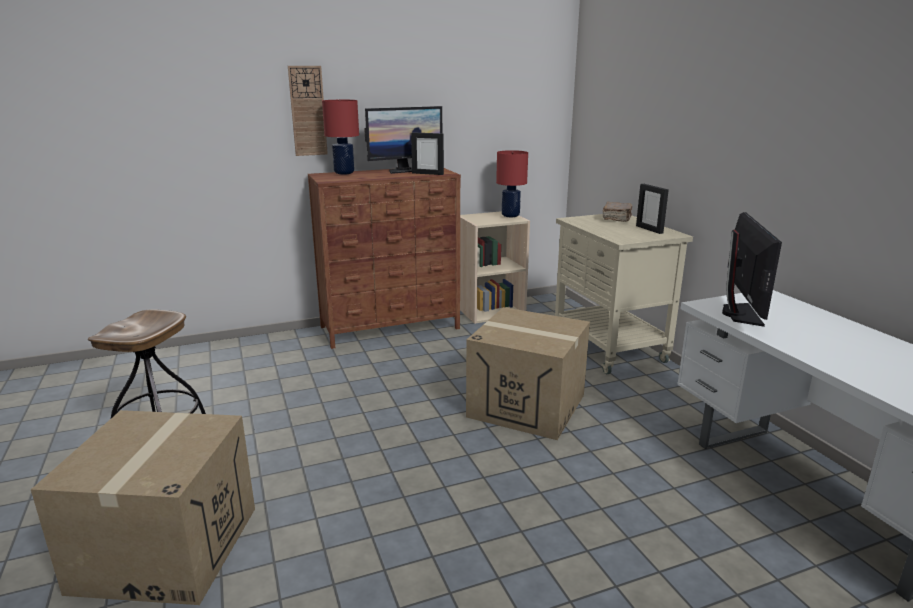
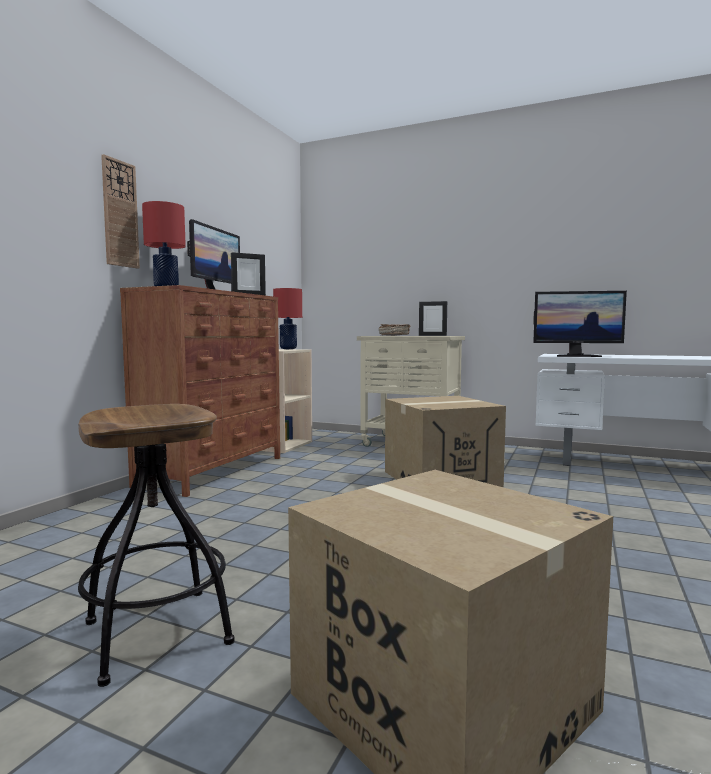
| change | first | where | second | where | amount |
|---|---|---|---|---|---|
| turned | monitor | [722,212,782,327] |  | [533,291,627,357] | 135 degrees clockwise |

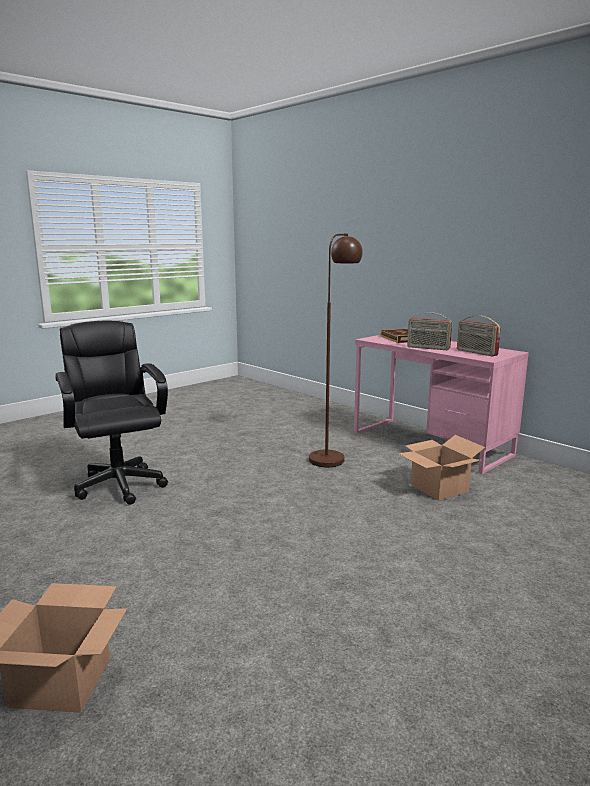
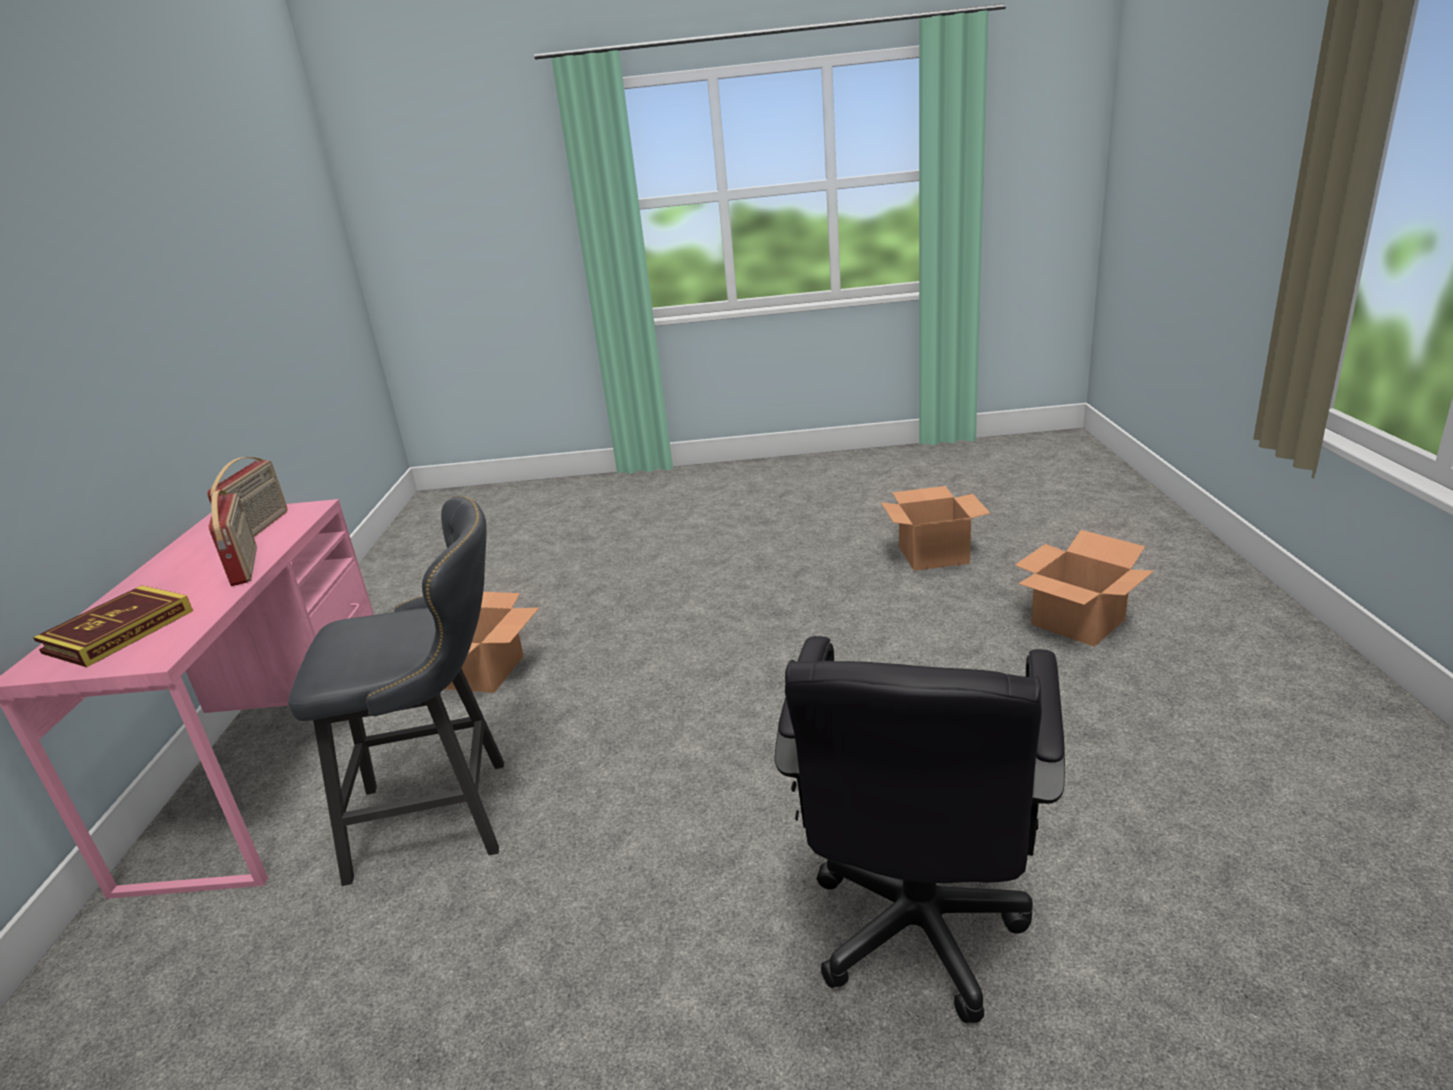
| change | first | where | second | where | amount |
|---|---|---|---|---|---|
| replaced | lampa stojąca/brązowy | [309,234,362,467] | stołek/szary | [288,496,504,886] |  |
| added |  |  | karton | [881,486,991,571] |  |

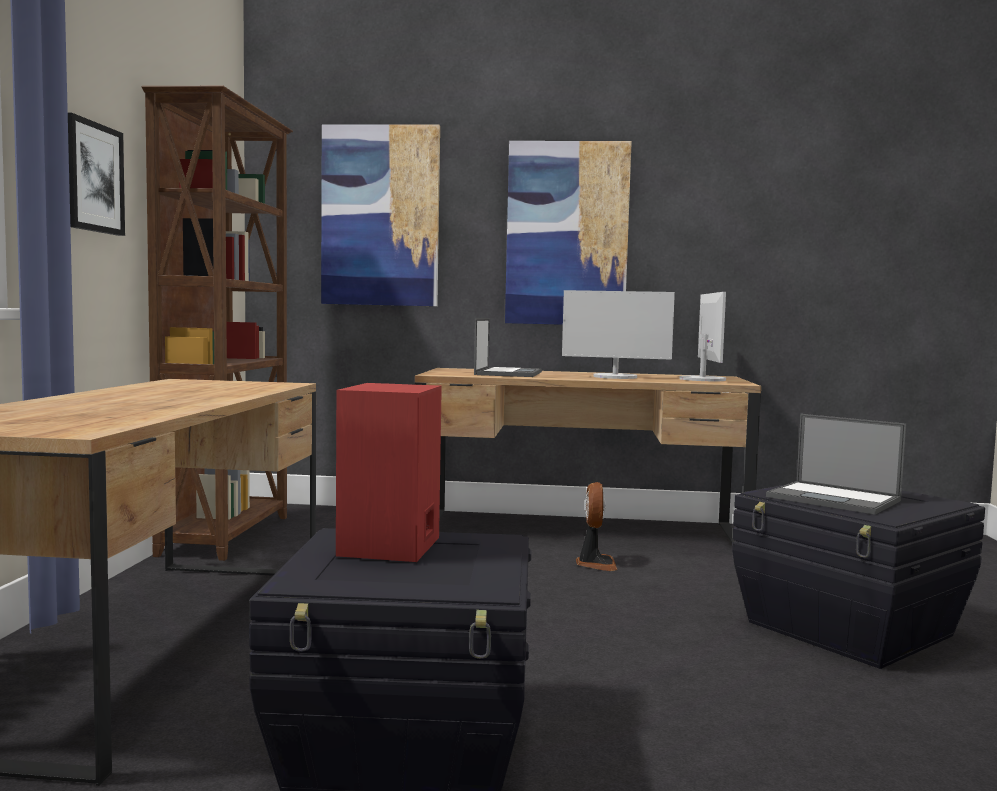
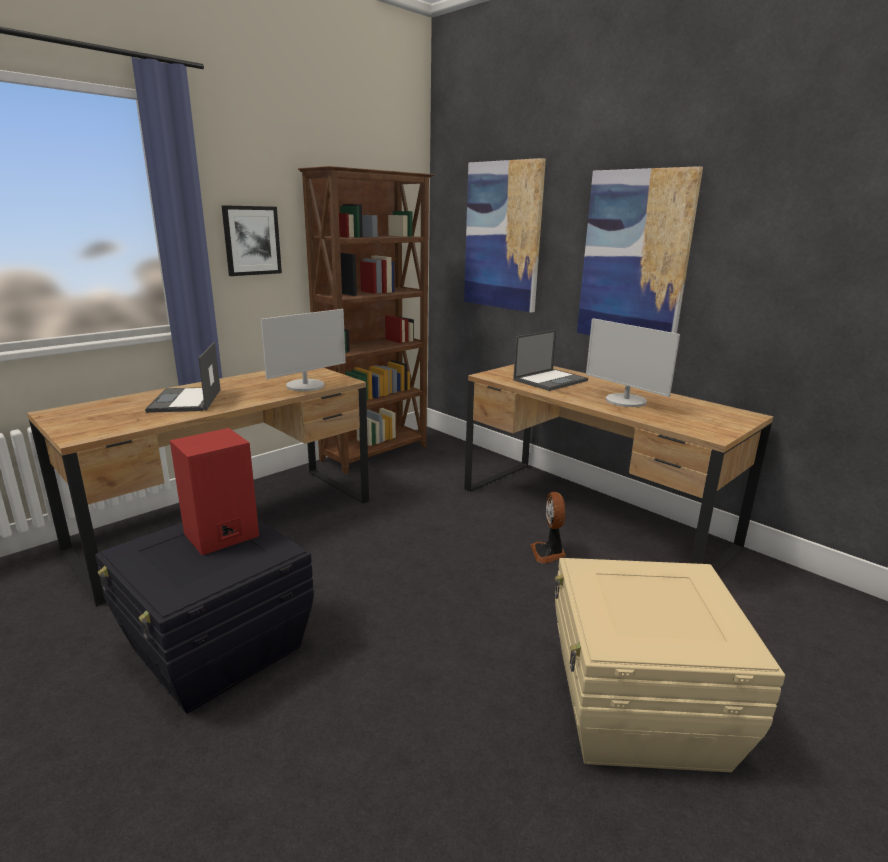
| change | first | where | second | where | amount |
|---|---|---|---|---|---|
| turned | wentylator | [576,482,617,571] |  | [531,492,566,563] | 135 degrees clockwise |
| moved | monitor | [679,292,726,381] |  | [261,309,346,391] |  |
| recoloured | pojemnik do przechowywania/czarny | [732,485,985,669] | pojemnik do przechowywania/beżowy | [555,558,785,772] |  |
| moved | laptop | [766,414,906,515] |  | [145,342,221,413] |  |

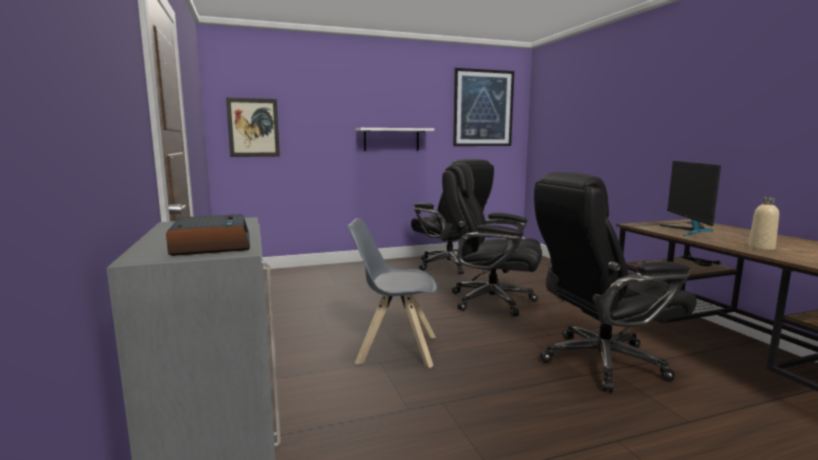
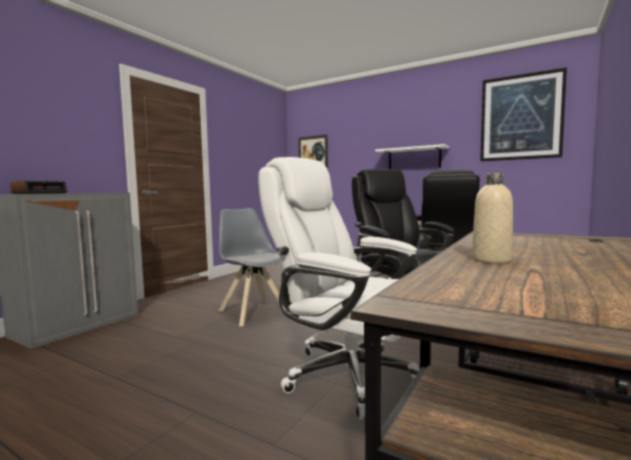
| change | first | where | second | where | amount |
|---|---|---|---|---|---|
| recoloured | krzesło biurowe/czarny | [534,172,697,393] | krzesło biurowe/biały | [258,157,420,419] |  |
| removed | monitor | [660,161,721,236] |  |  |  |

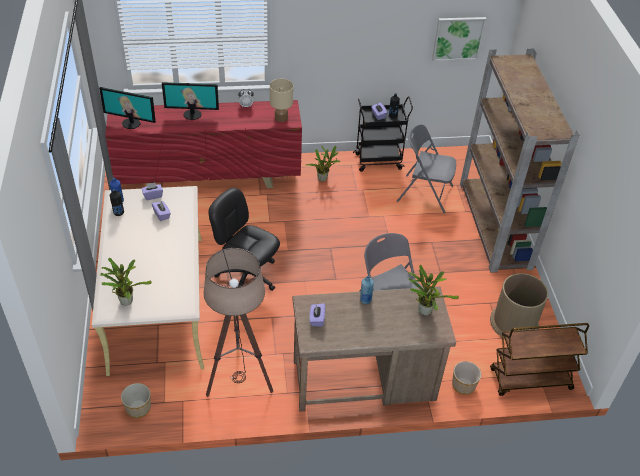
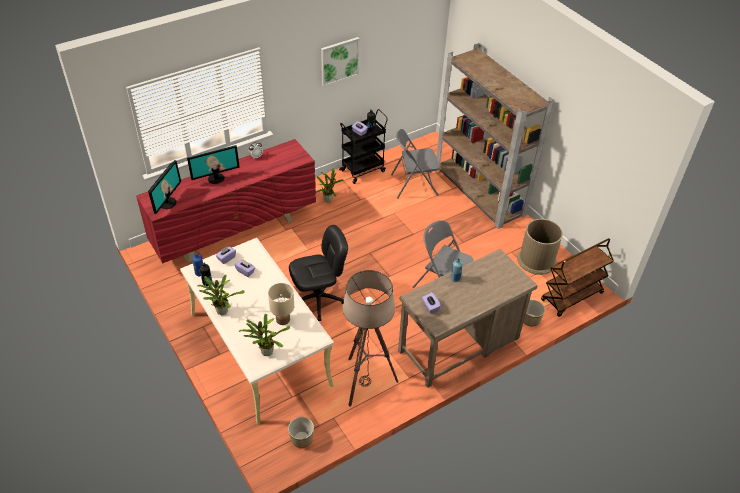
| change | first | where | second | where | amount |
|---|---|---|---|---|---|
| turned | monitor | [99,87,156,129] |  | [148,160,181,214] | 60 degrees counterclockwise |
| turned | krzesło biurowe/czarny | [208,188,280,291] |  | [289,225,348,321] | 150 degrees clockwise |
| moved | lampa stołowa/beżowy | [270,79,293,122] |  | [268,283,294,325] |  |
| moved | roślina doniczkowa | [408,265,459,315] |  | [198,275,245,315] |  |
| moved | obraz | [432,17,486,62] |  | [321,37,360,87] |  |

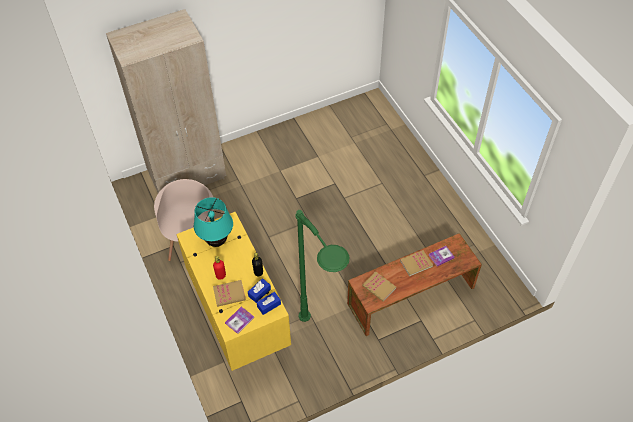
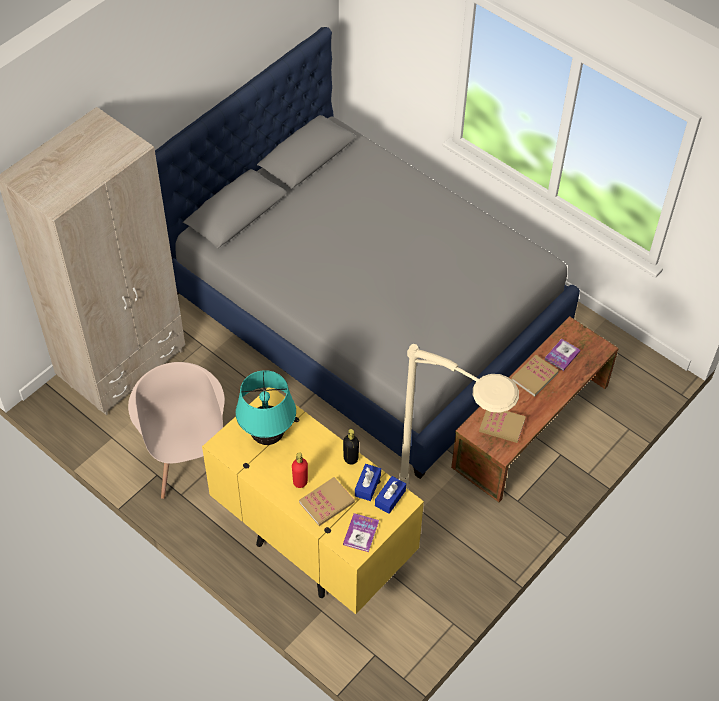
| change | first | where | second | where | amount |
|---|---|---|---|---|---|
| recoloured | lampa stojąca/zielony | [295,210,349,322] | lampa stojąca/beżowy | [399,344,519,490] |  |
| added |  |  | łóżko/szary | [155,27,580,479] |  |

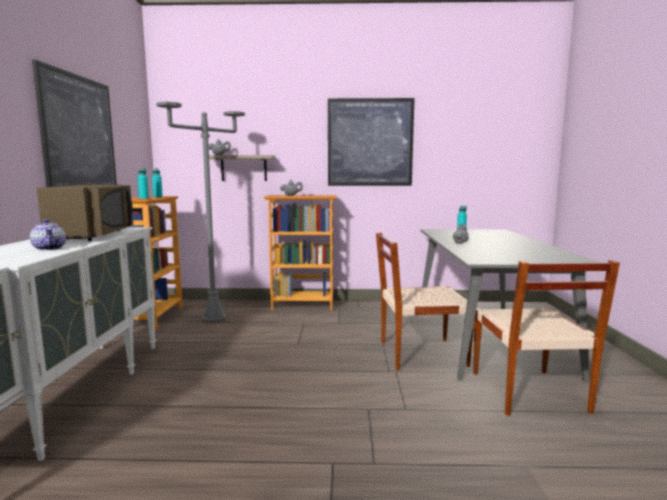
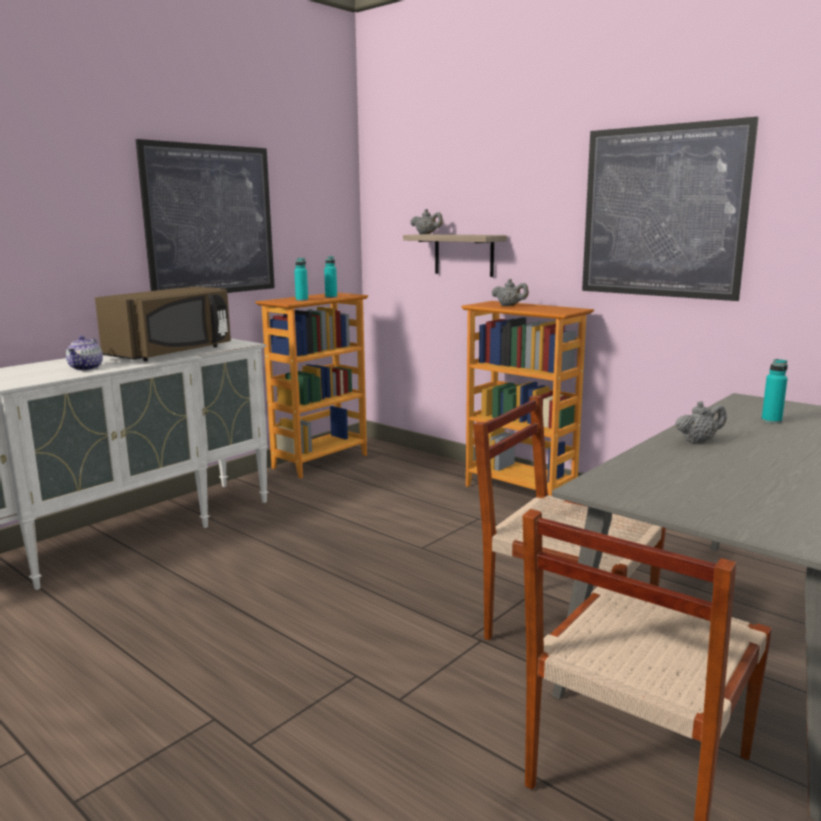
| change | first | where | second | where | amount |
|---|---|---|---|---|---|
| removed | lampa stojąca/szary | [156,101,245,323] |  |  |  |

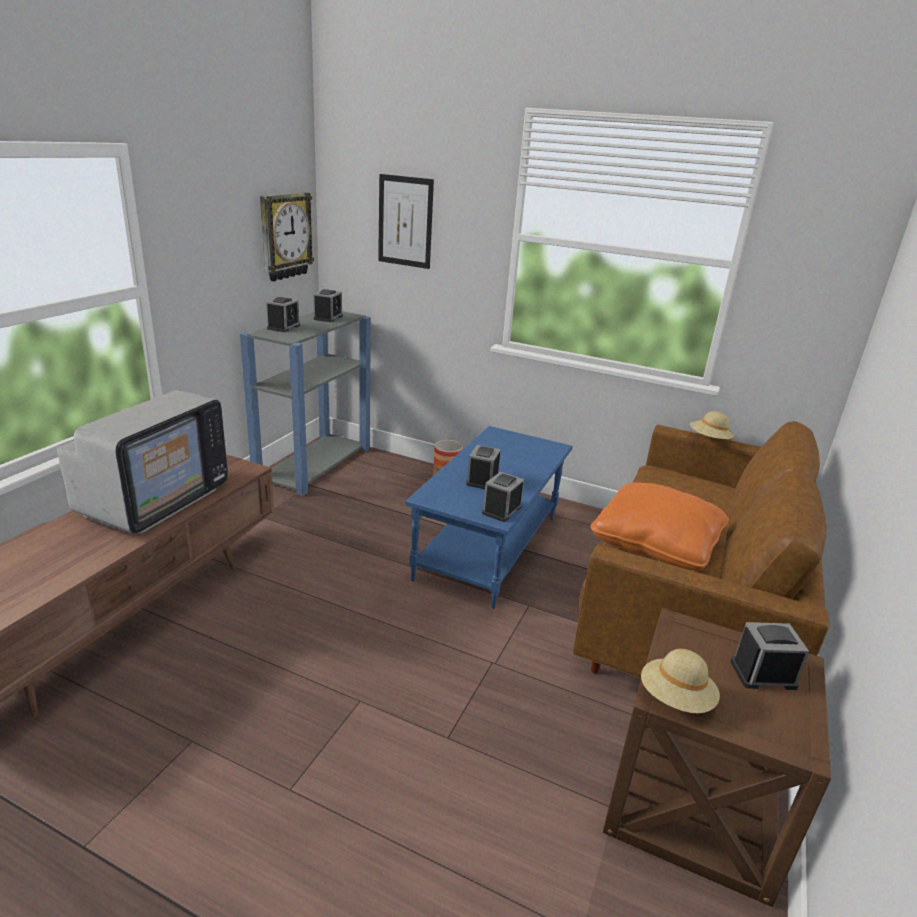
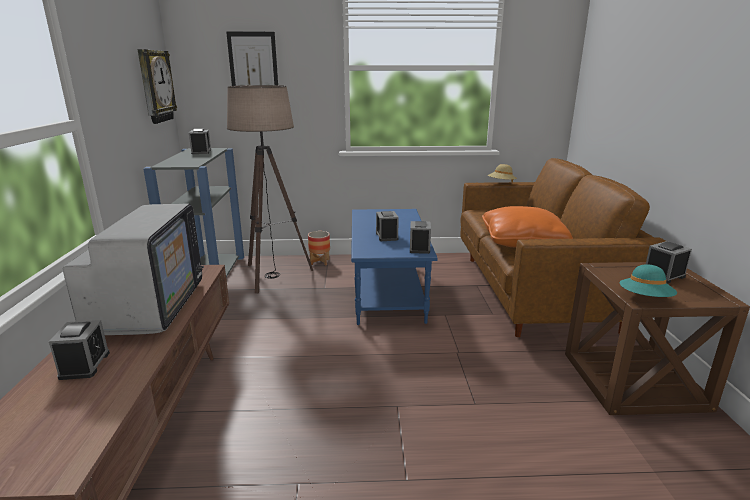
| change | first | where | second | where | amount |
|---|---|---|---|---|---|
| moved | budzik | [266,297,300,332] |  | [49,320,110,380] |  |
| recoloured | kapelusz/beżowy | [641,649,720,713] | kapelusz/turkusowy | [620,264,677,297] |  |
| added |  |  | lampa stojąca | [227,85,313,293] |  |

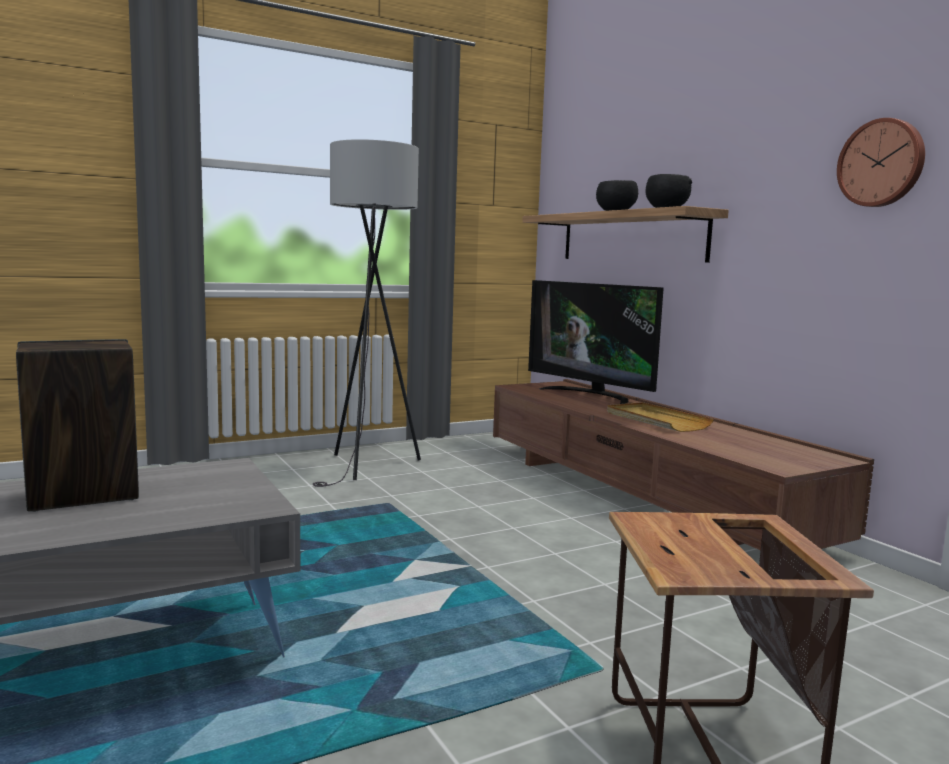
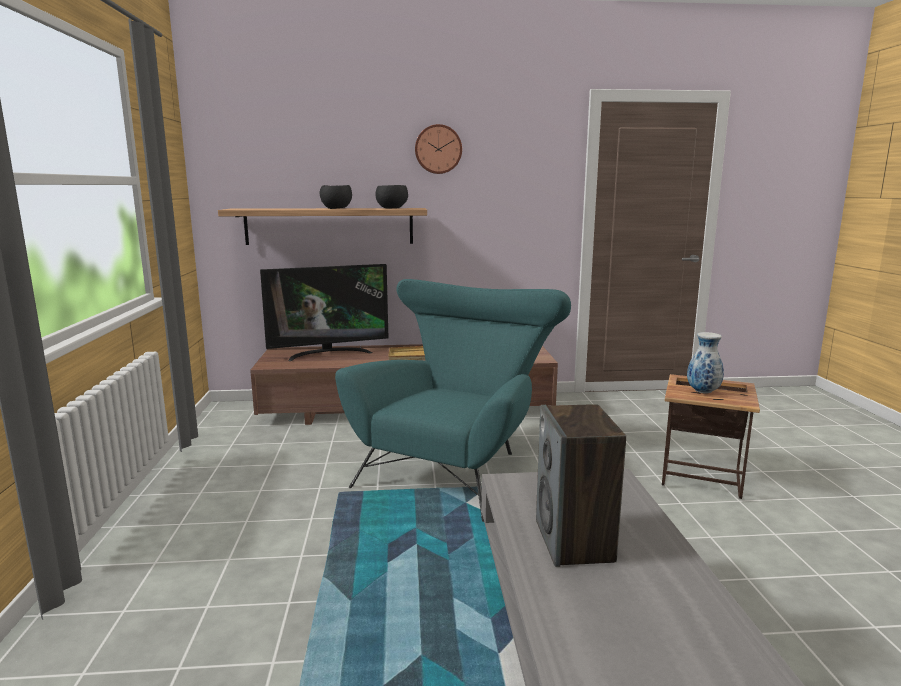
| change | first | where | second | where | amount |
|---|---|---|---|---|---|
| removed | lampa stojąca/szary | [313,139,421,487] |  |  |  |
| moved | zegar ścienny | [837,118,925,207] |  | [415,124,462,174] |  |
| added |  |  | fotel/turkusowy | [335,279,571,522] |  |
| added |  |  | wazon | [687,332,724,393] |  |

